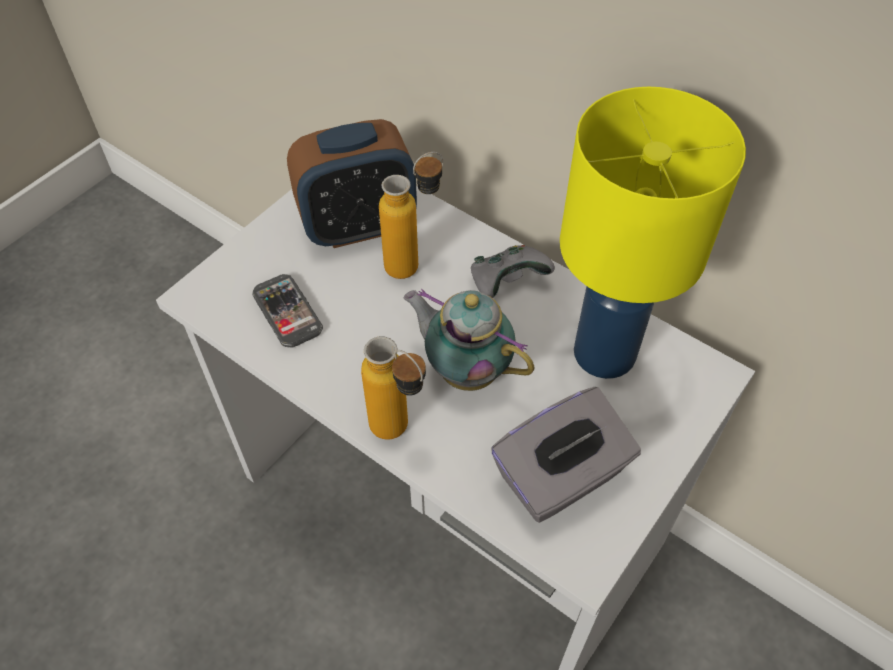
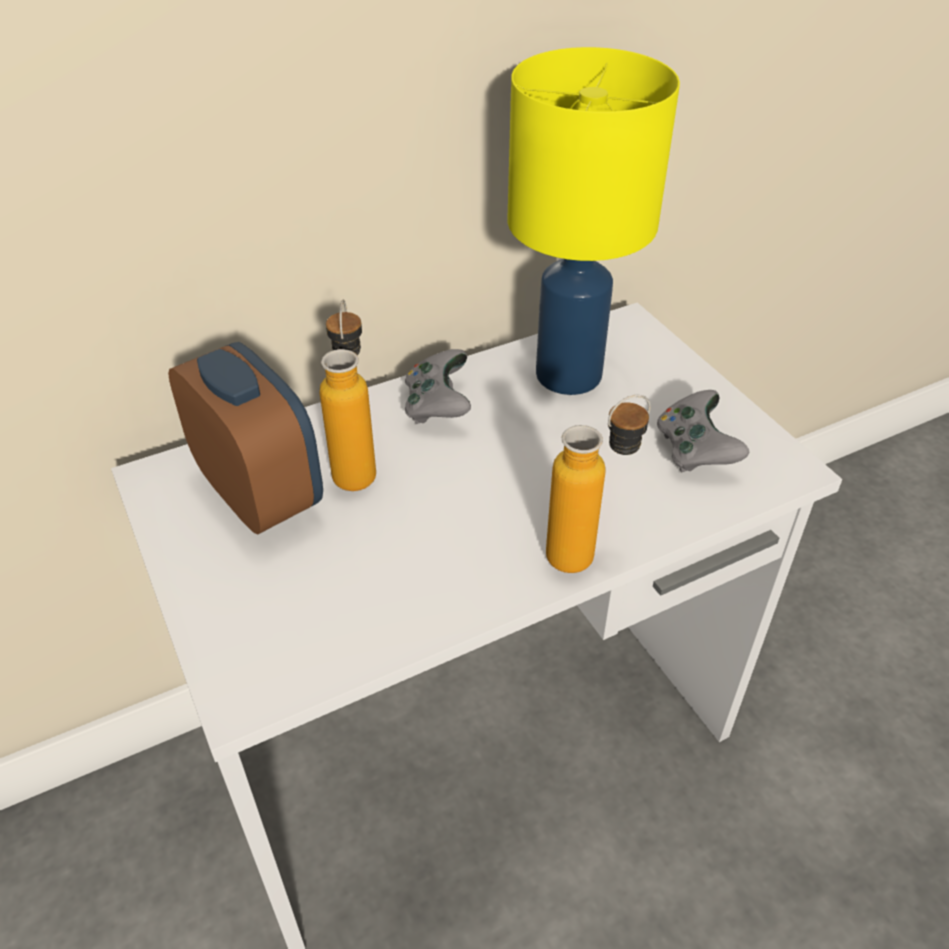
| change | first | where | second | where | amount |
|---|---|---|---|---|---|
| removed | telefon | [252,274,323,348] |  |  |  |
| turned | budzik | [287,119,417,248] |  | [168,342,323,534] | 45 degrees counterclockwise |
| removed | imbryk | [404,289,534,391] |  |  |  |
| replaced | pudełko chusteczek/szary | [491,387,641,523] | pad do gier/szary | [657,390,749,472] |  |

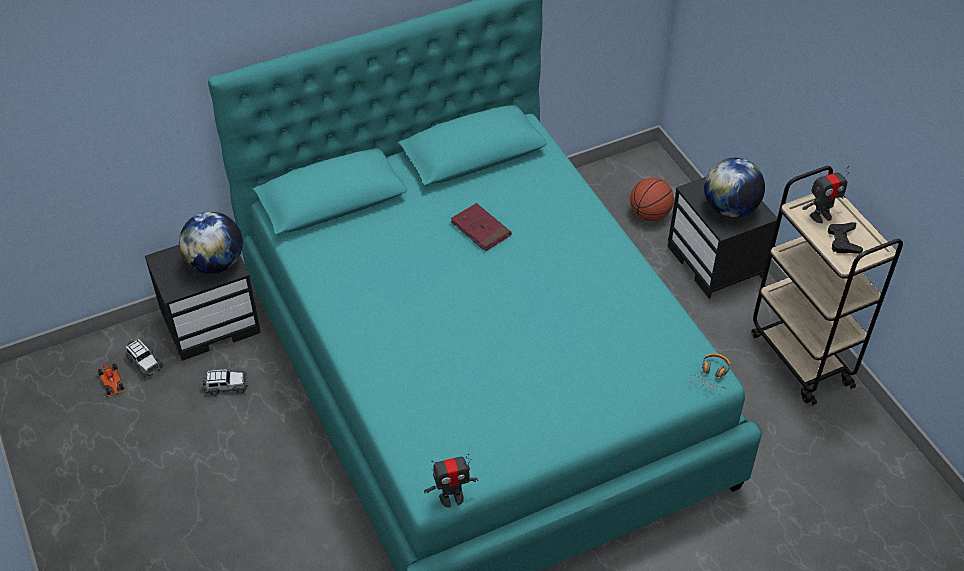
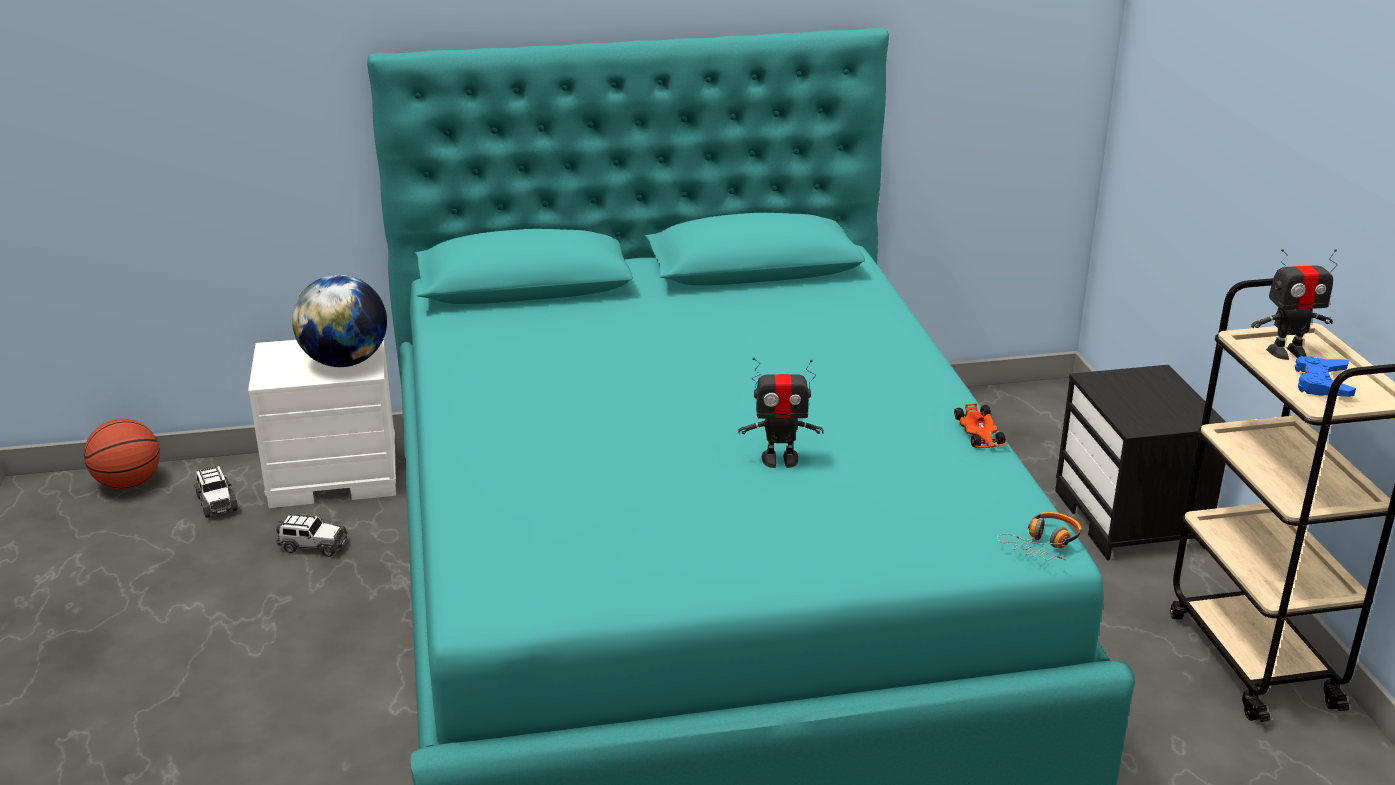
| change | first | where | second | where | amount |
|---|---|---|---|---|---|
| moved | samochodzik | [98,364,125,396] |  | [954,403,1008,448] |  |
| recoloured | szafka nocna/czarny | [145,245,260,361] | szafka nocna/biały | [248,339,396,508] |  |
| moved | robot zabawkowy | [424,453,478,508] |  | [738,358,824,468] |  |
| removed | książka/czerwony | [451,203,512,251] |  |  |  |
| moved | piłka do koszykówki | [630,178,674,221] |  | [84,419,160,489] |  |
| removed | globus | [704,158,765,218] |  |  |  |
| recoloured | pad do gier/czarny | [828,222,863,254] | pad do gier/niebieski | [1295,356,1356,397] |  |

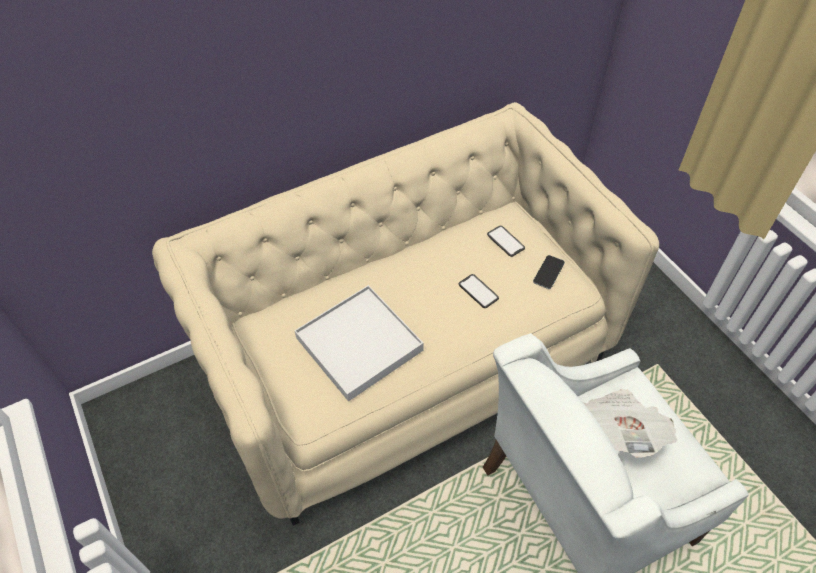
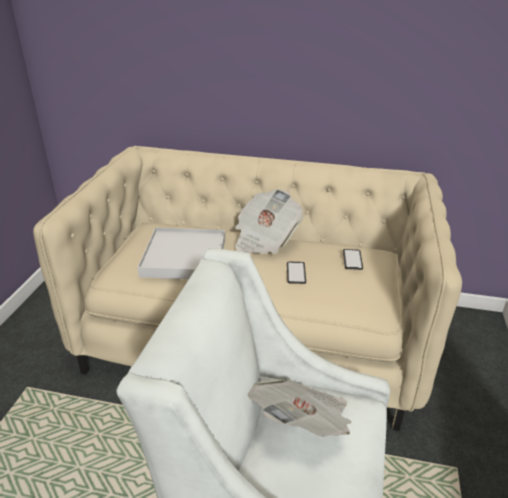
| change | first | where | second | where | amount |
|---|---|---|---|---|---|
| removed | telefon | [533,255,565,289] |  |  |  |
| added |  |  | gazeta | [235,189,303,254] |  |

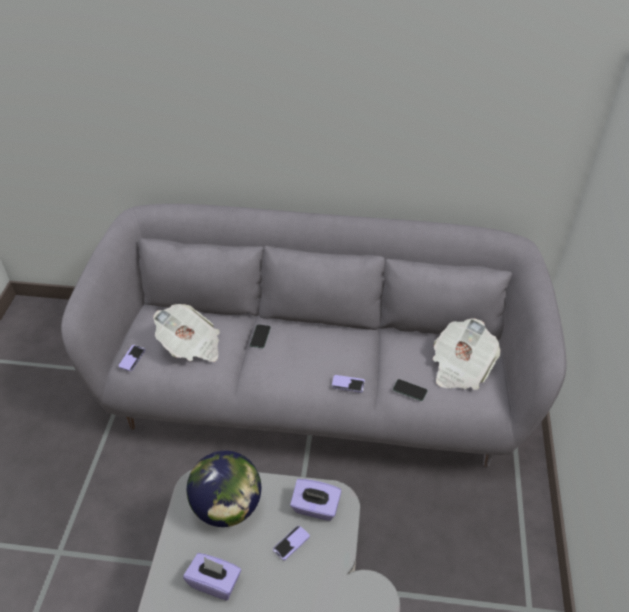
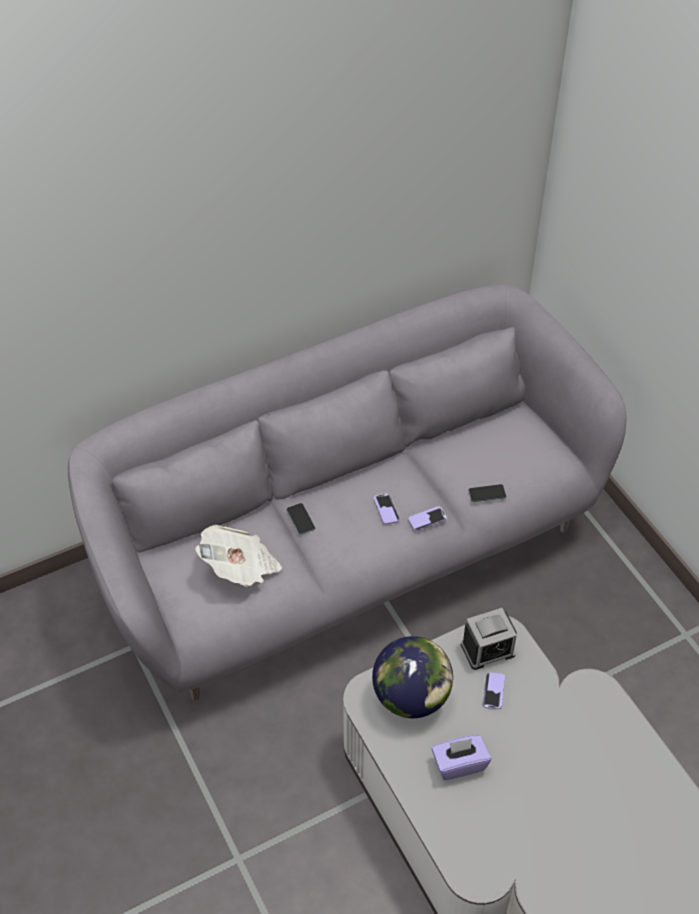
| change | first | where | second | where | amount |
|---|---|---|---|---|---|
| moved | telefon | [119,345,145,371] |  | [374,494,400,524] |  |
| replaced | pudełko chusteczek/fioletowy | [290,479,342,521] | budzik | [461,608,517,670] |  |
| removed | gazeta | [433,318,500,390] |  |  |  |

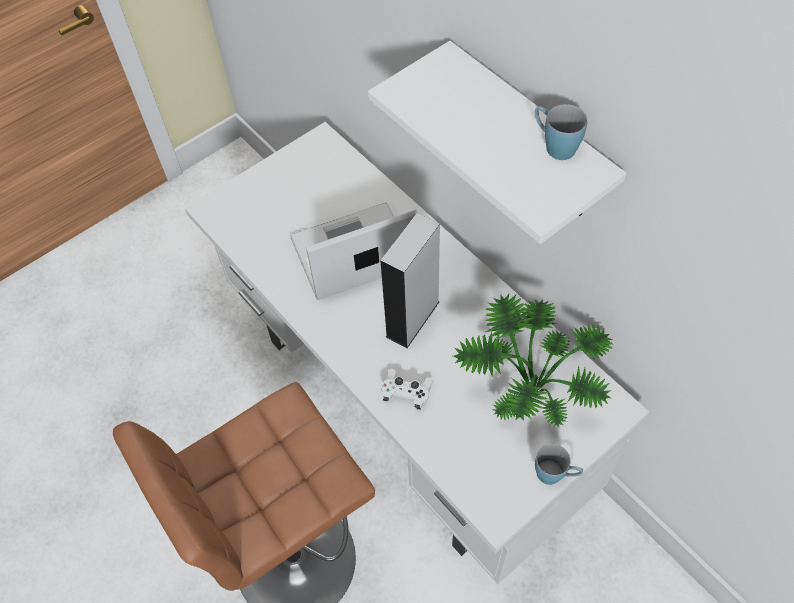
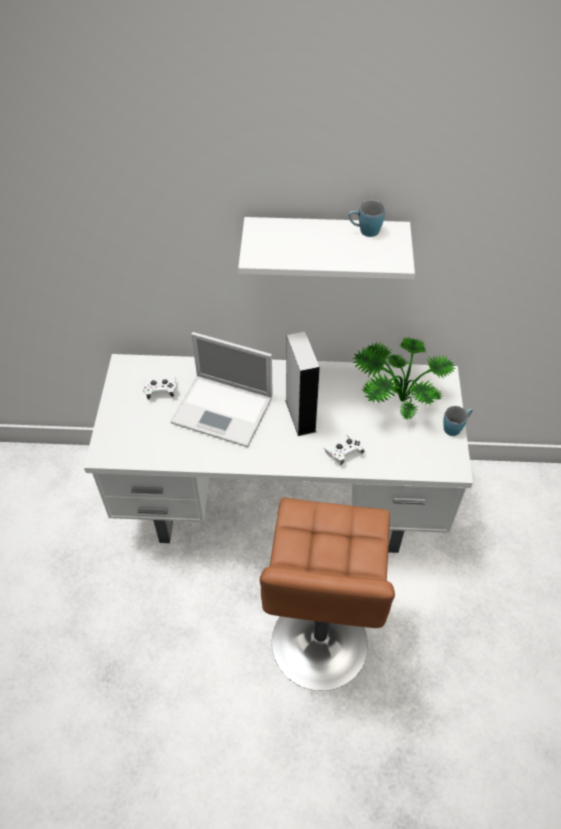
| change | first | where | second | where | amount |
|---|---|---|---|---|---|
| turned | laptop | [290,202,417,300] |  | [170,332,273,447] | 90 degrees counterclockwise |
| added |  |  | pad do gier/biały | [143,377,177,400] |  |

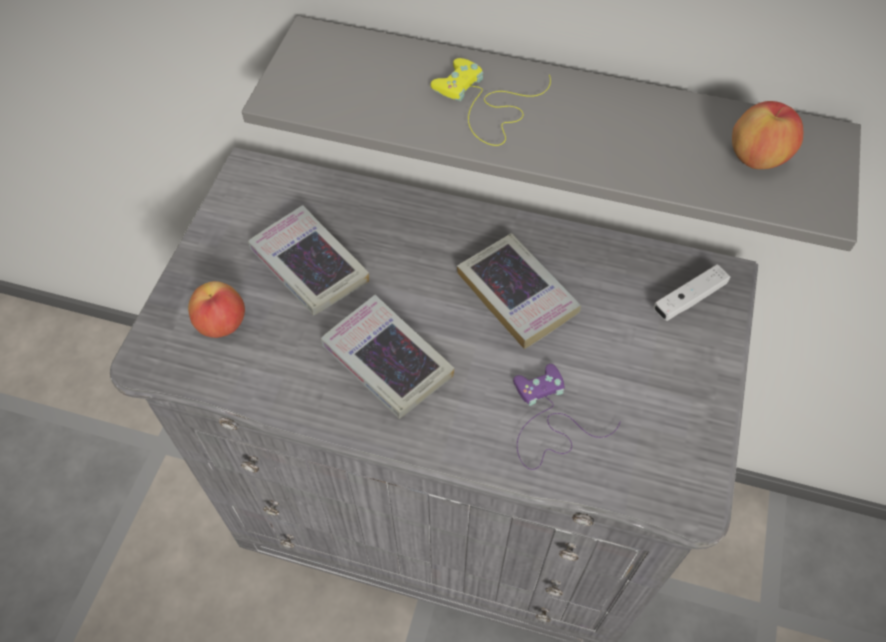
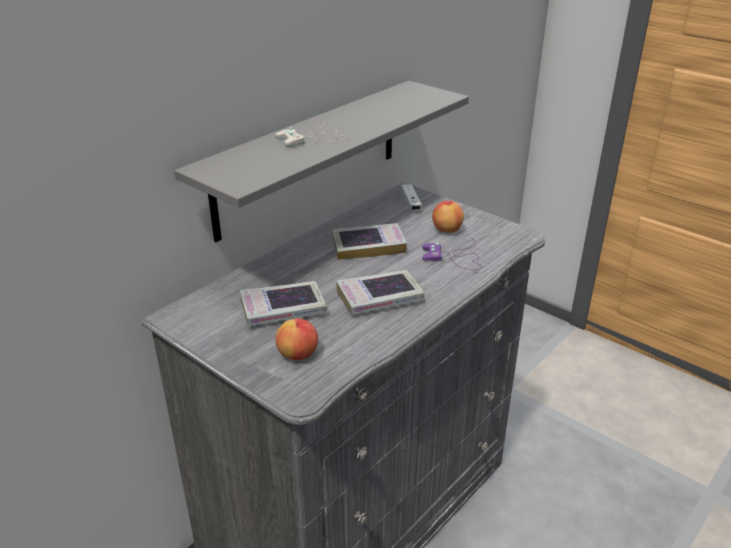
| change | first | where | second | where | amount |
|---|---|---|---|---|---|
| recoloured | pad do gier/żółty | [431,58,551,146] | pad do gier/biały | [275,119,349,147] |  |
| moved | jabłko | [732,101,803,169] |  | [432,200,464,233] |  |

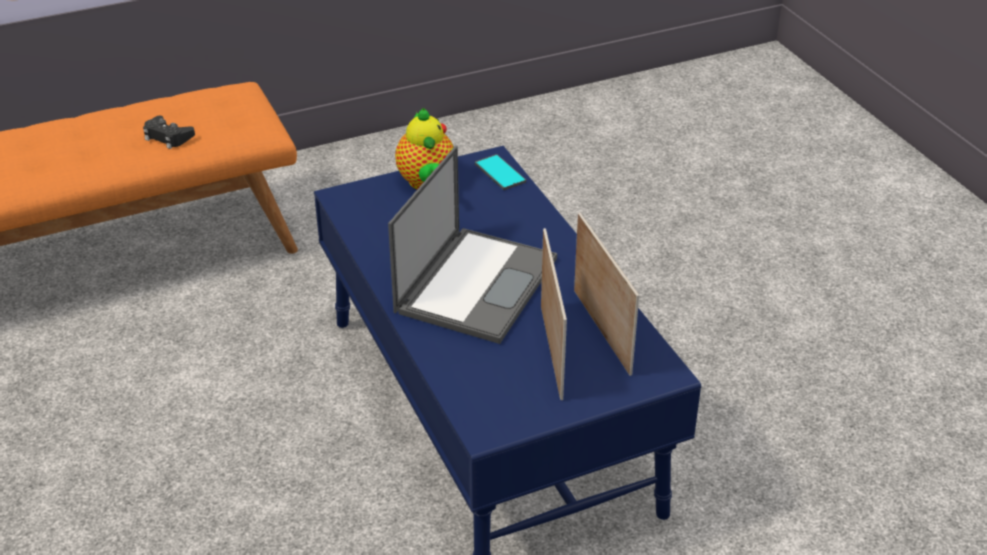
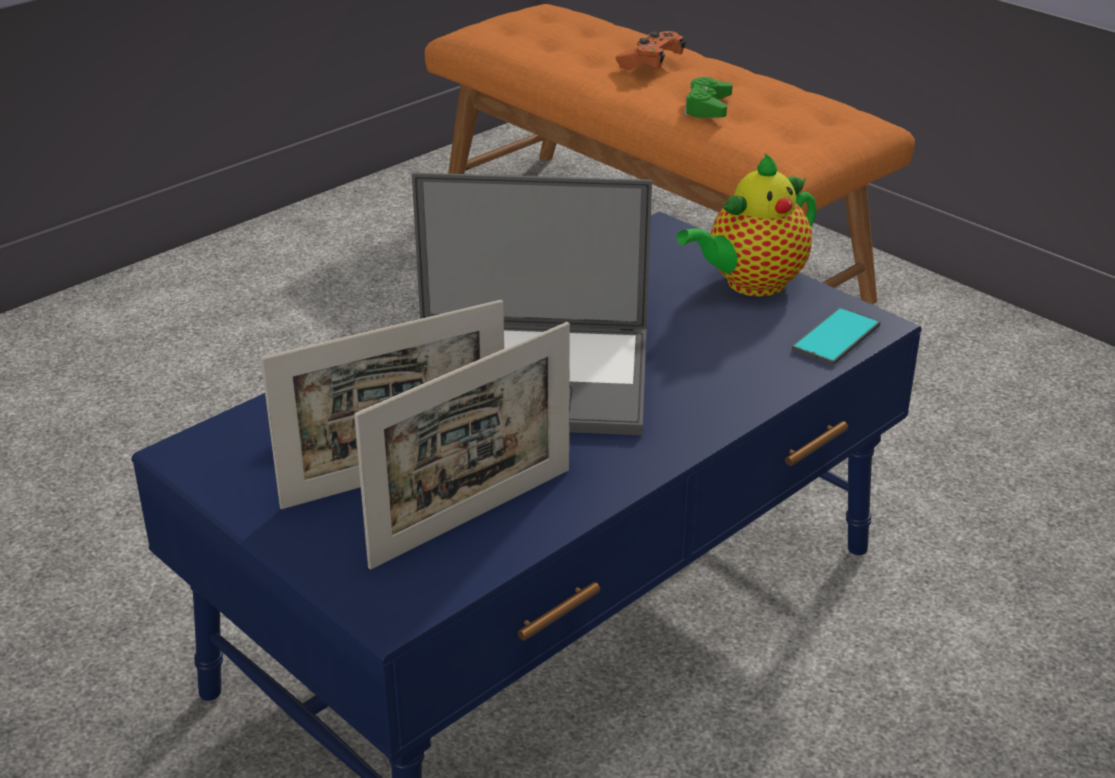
| change | first | where | second | where | amount |
|---|---|---|---|---|---|
| recoloured | pad do gier/czarny | [143,116,195,149] | pad do gier/zielony | [684,77,733,118] |  |
| added |  |  | pad do gier/pomarańczowy | [616,31,685,70] |  |

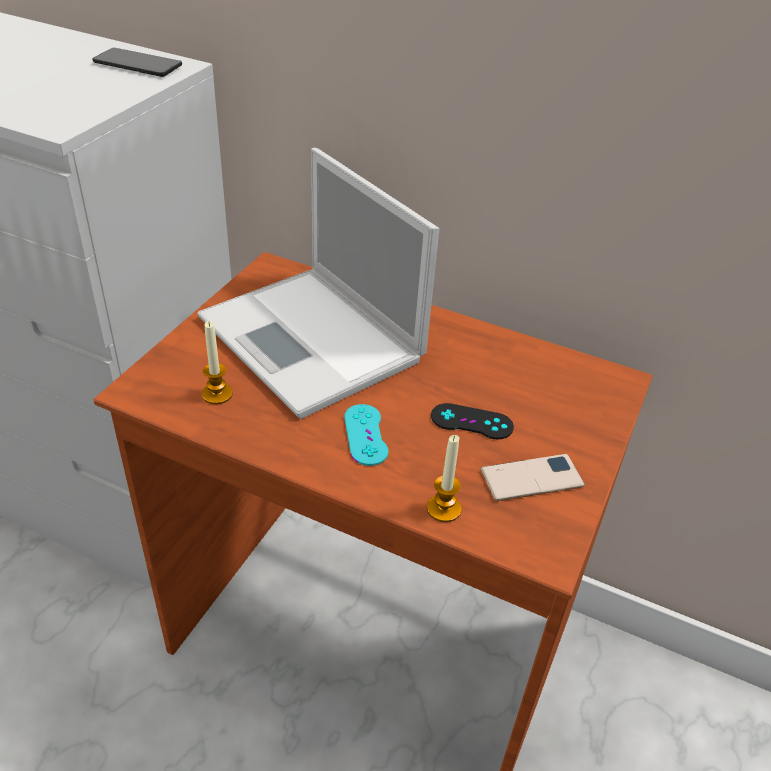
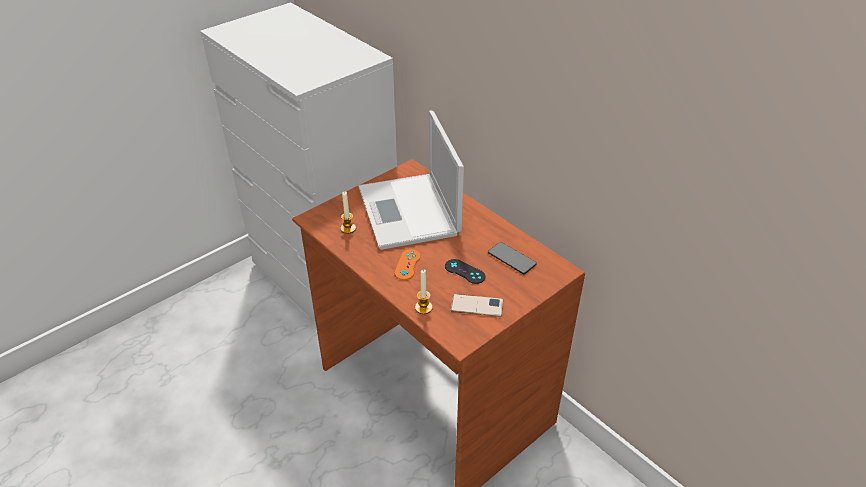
| change | first | where | second | where | amount |
|---|---|---|---|---|---|
| moved | telefon | [92,48,182,77] |  | [488,242,537,274] |  |
| recoloured | pad do gier/turkusowy | [344,404,388,466] | pad do gier/pomarańczowy | [394,249,420,280] |  |

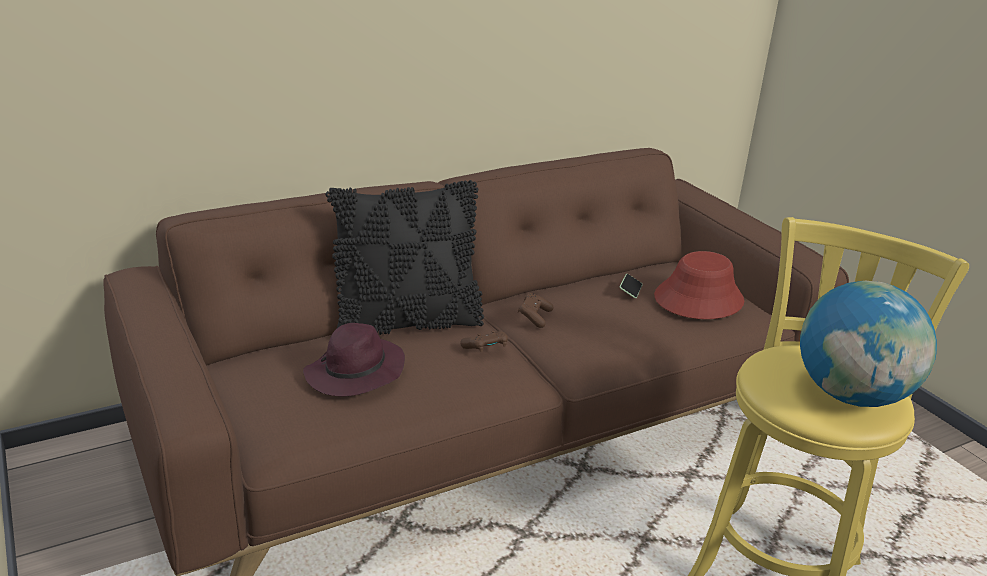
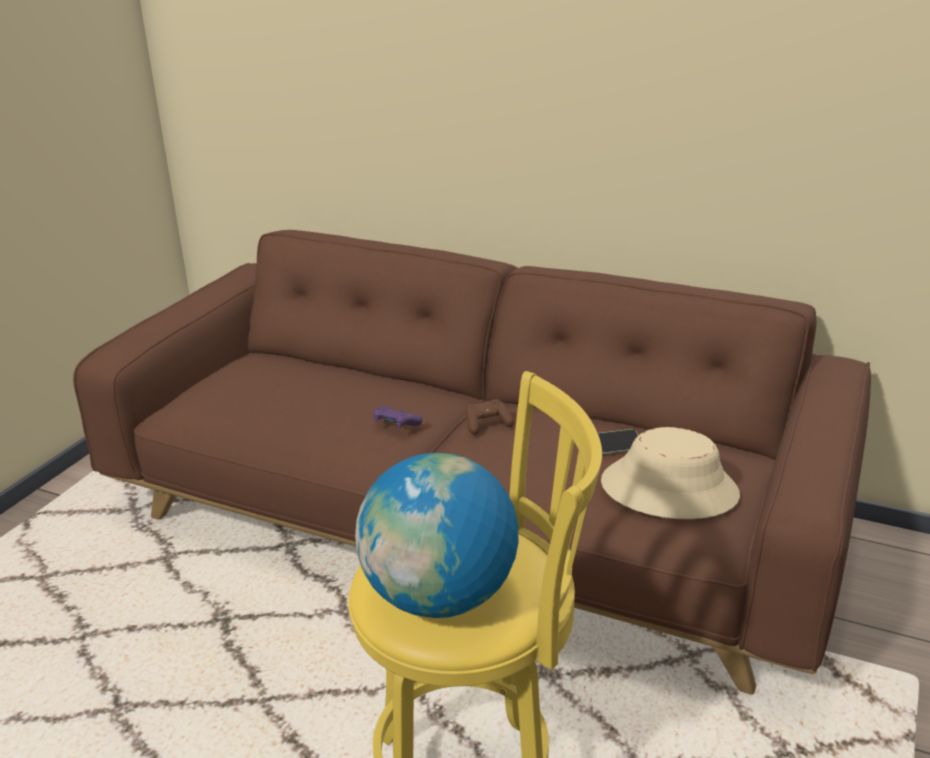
| change | first | where | second | where | amount |
|---|---|---|---|---|---|
| removed | kapelusz/fioletowy | [303,323,405,397] |  |  |  |
| removed | poduszka/czarny | [325,180,484,335] |  |  |  |
| recoloured | pad do gier/brązowy | [460,331,508,352] | pad do gier/fioletowy | [373,406,422,428] |  |
| recoloured | kapelusz/czerwony | [654,251,744,319] | kapelusz/beżowy | [601,427,740,519] |  |

